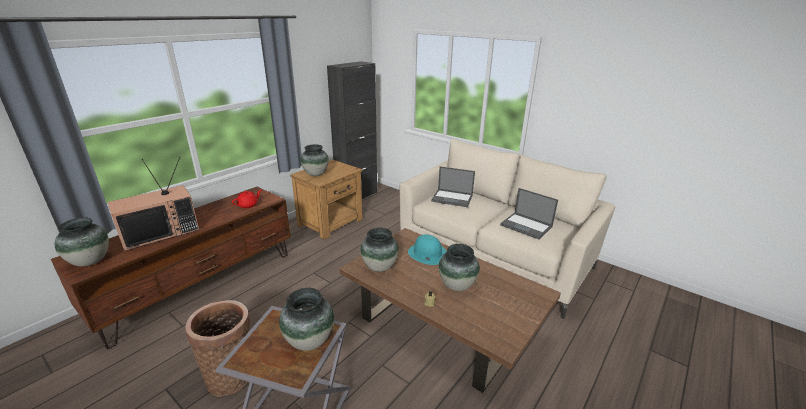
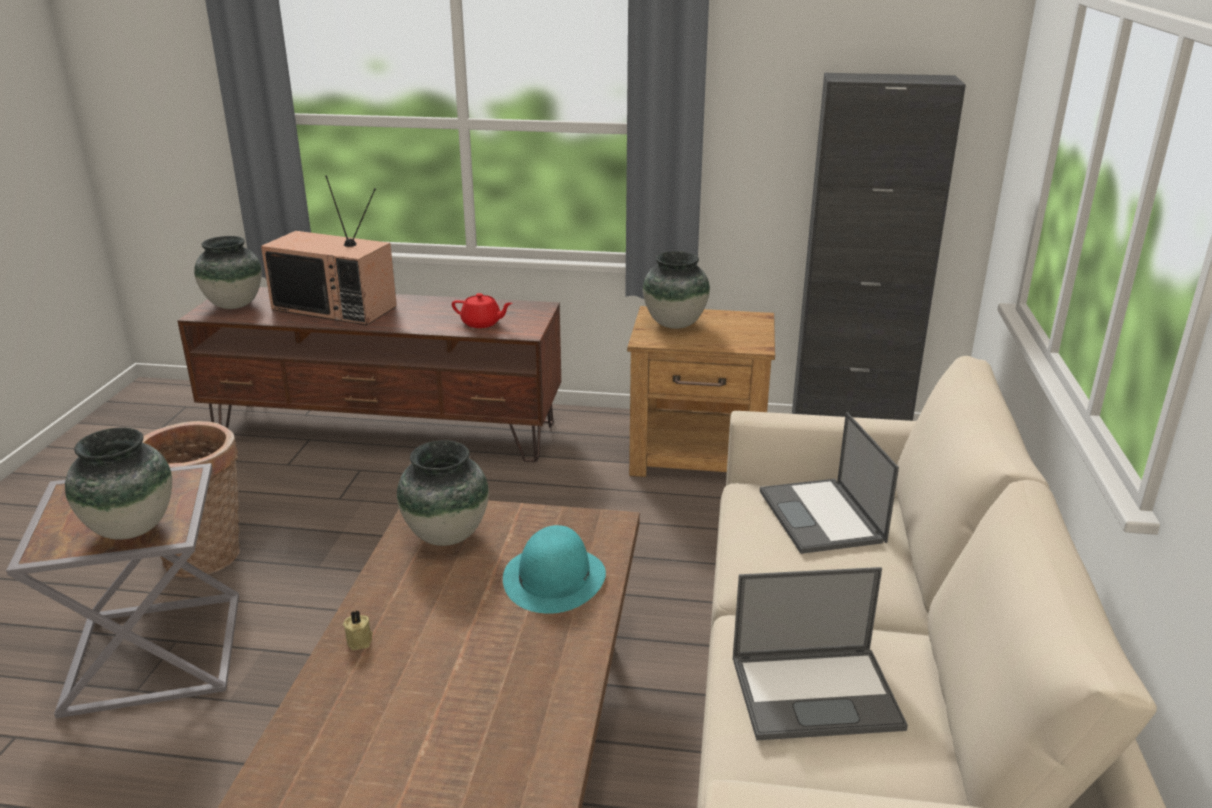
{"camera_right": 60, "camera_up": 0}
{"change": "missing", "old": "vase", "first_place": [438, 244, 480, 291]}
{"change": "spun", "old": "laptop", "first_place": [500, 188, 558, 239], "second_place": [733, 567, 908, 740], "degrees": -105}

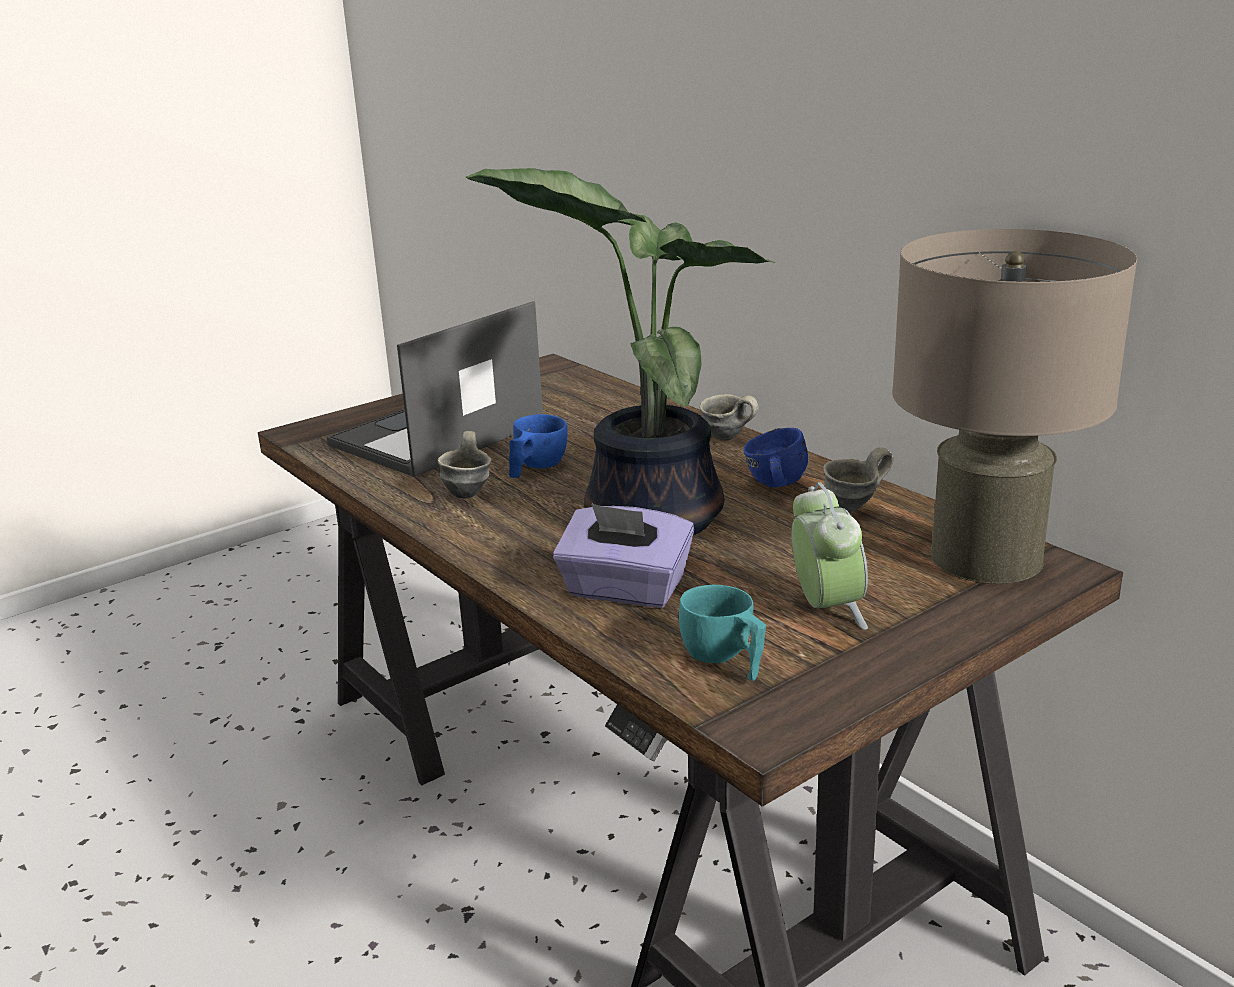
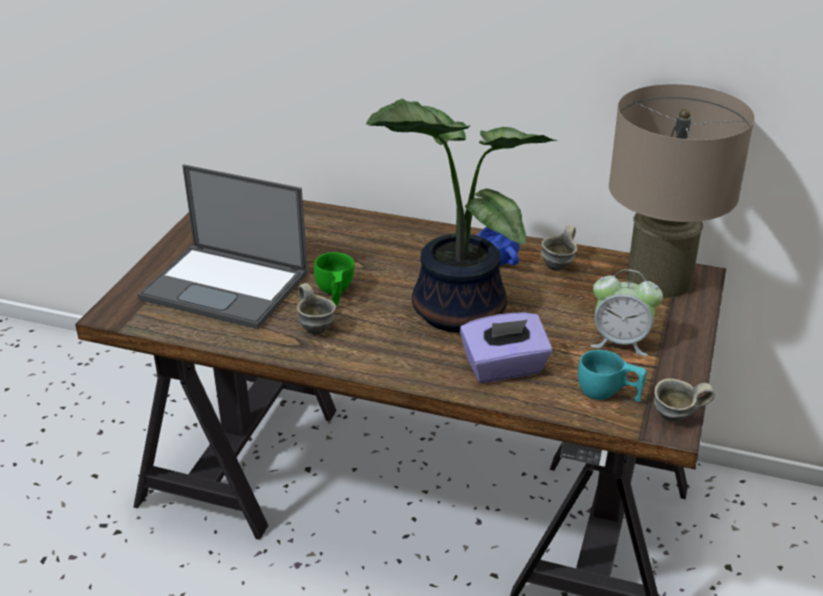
{"camera_right": -35, "camera_up": 10}
{"change": "relocated", "old": "mug (grey)", "first_place": [699, 394, 759, 440], "second_place": [654, 379, 715, 422]}
{"change": "colour", "old": "cup (blue)", "new": "cup (green)", "first_place": [509, 414, 568, 478], "second_place": [314, 252, 354, 306]}
{"change": "spun", "old": "laptop", "first_place": [327, 301, 543, 477], "second_place": [138, 164, 308, 329], "degrees": -75}
{"change": "spun", "old": "alarm clock", "first_place": [791, 482, 868, 630], "second_place": [591, 269, 663, 356], "degrees": 150}

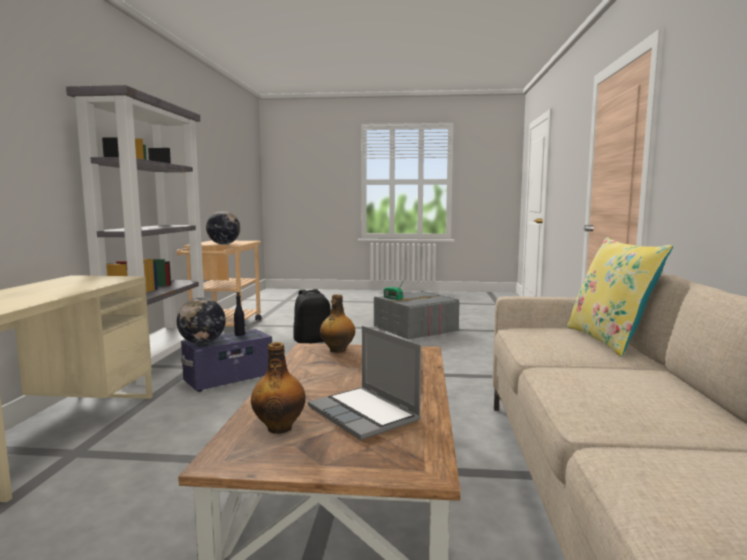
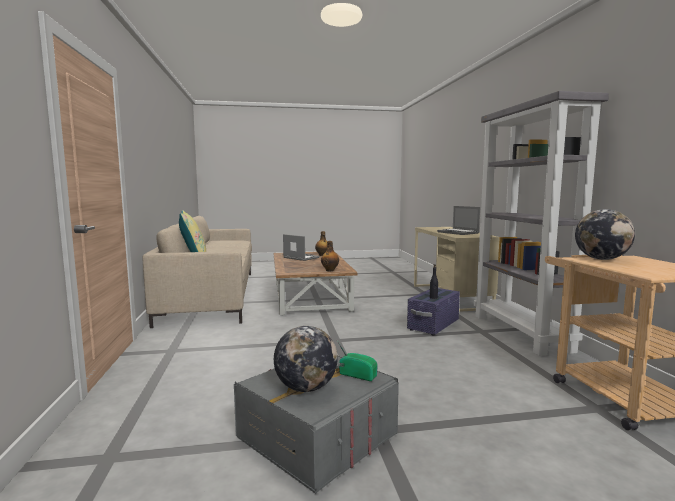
{"camera_right": 165, "camera_up": 0}
{"change": "missing", "old": "backpack (black)", "first_place": [293, 289, 331, 343]}
{"change": "appeared", "new": "laptop", "second_place": [437, 206, 480, 235]}
{"change": "relocated", "old": "globe", "first_place": [177, 297, 226, 344], "second_place": [274, 326, 338, 392]}

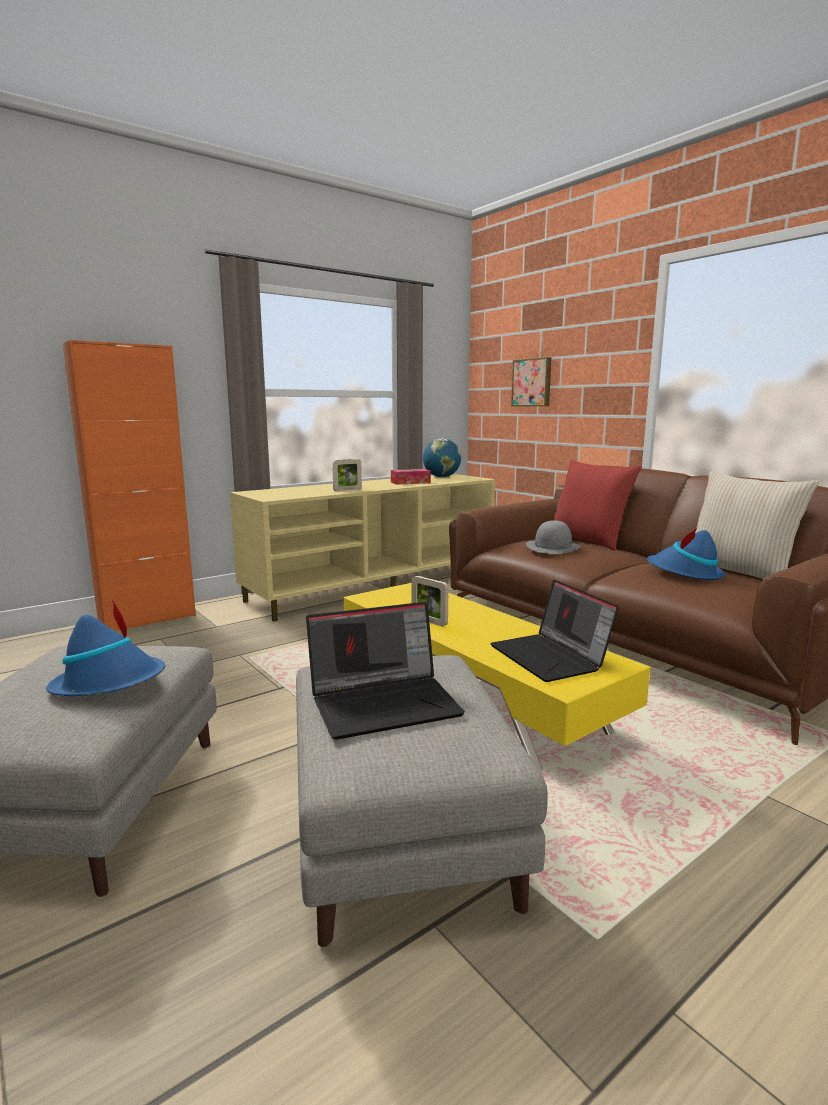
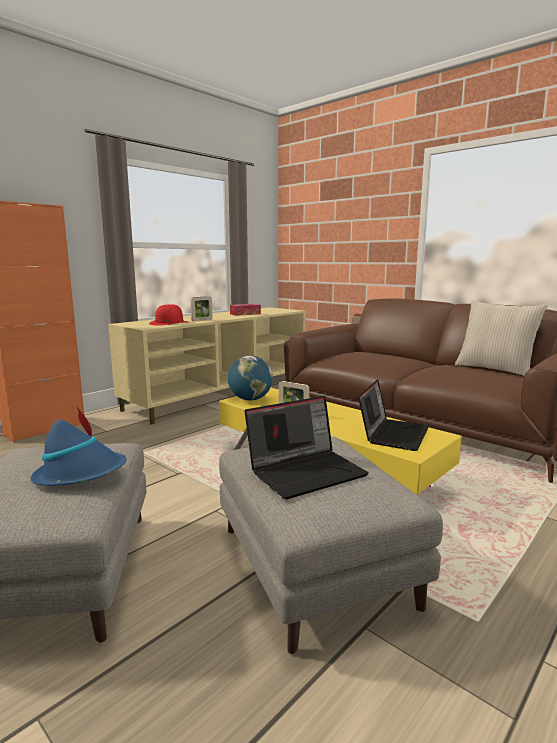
{"camera_right": -10, "camera_up": 0}
{"change": "missing", "old": "picture", "first_place": [511, 357, 552, 406]}
{"change": "missing", "old": "hat (grey)", "first_place": [526, 520, 581, 554]}
{"change": "missing", "old": "pillow (red)", "first_place": [554, 460, 642, 551]}
{"change": "missing", "old": "hat (blue)", "first_place": [647, 527, 725, 580]}
{"change": "appeared", "new": "hat (red)", "second_place": [149, 304, 188, 326]}
{"change": "relocated", "old": "globe", "first_place": [423, 438, 461, 477], "second_place": [228, 356, 273, 401]}
{"change": "spun", "old": "laptop", "first_place": [490, 580, 619, 682], "second_place": [358, 379, 429, 451], "degrees": -120}

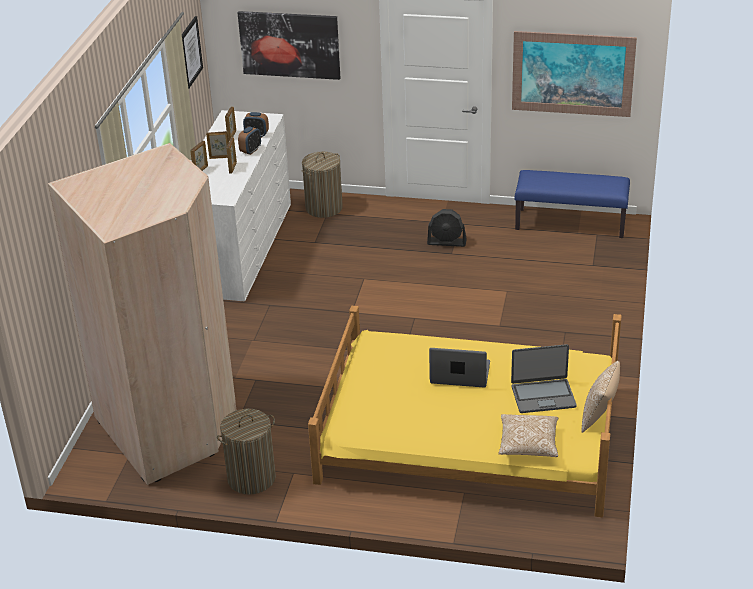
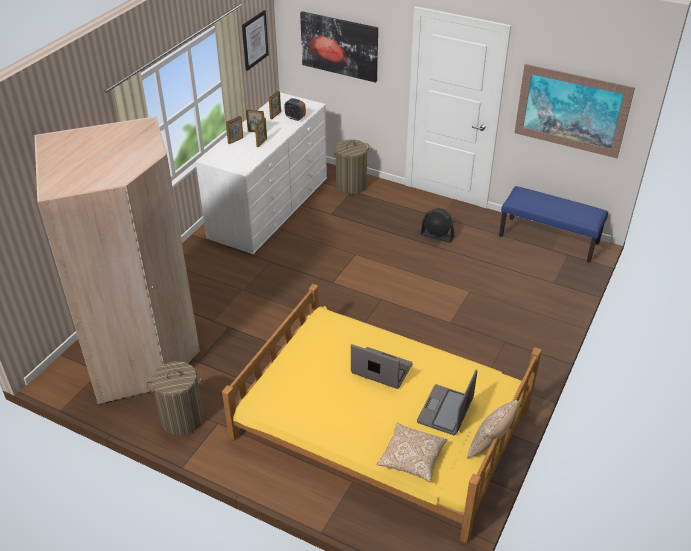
{"camera_right": 15, "camera_up": 5}
{"change": "missing", "old": "alarm clock", "first_place": [238, 127, 261, 155]}
{"change": "spun", "old": "laptop", "first_place": [511, 344, 577, 413], "second_place": [417, 369, 477, 435], "degrees": 105}

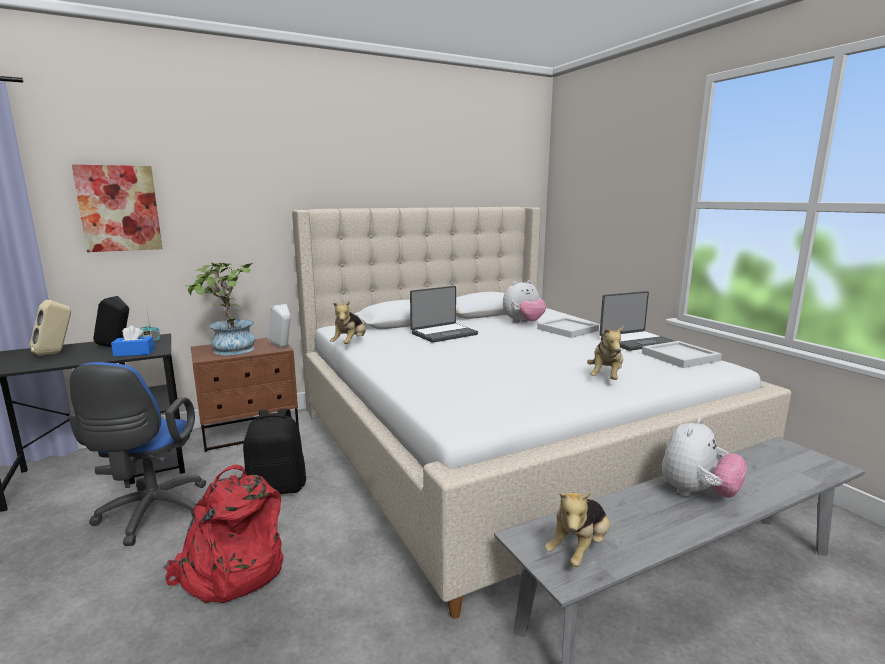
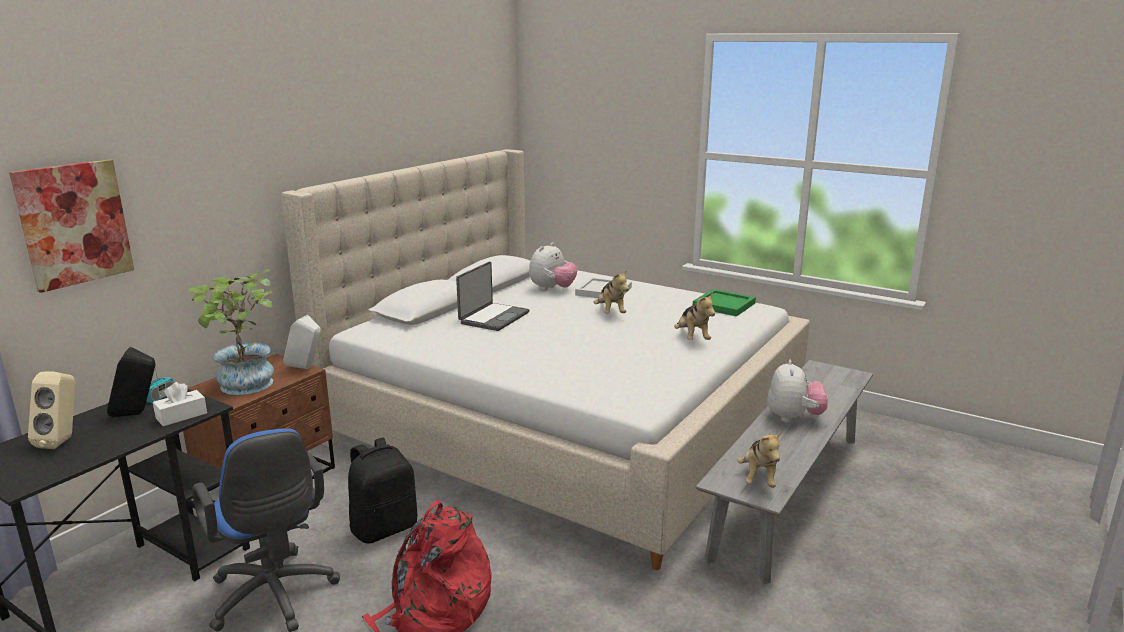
{"camera_right": -30, "camera_up": 5}
{"change": "missing", "old": "laptop", "first_place": [599, 291, 674, 351]}
{"change": "relocated", "old": "plush toy", "first_place": [330, 300, 366, 344], "second_place": [594, 269, 629, 313]}
{"change": "colour", "old": "tissue box (blue)", "new": "tissue box (white)", "first_place": [111, 326, 155, 357], "second_place": [153, 382, 207, 426]}
{"change": "colour", "old": "tray (white)", "new": "tray (green)", "first_place": [642, 341, 722, 368], "second_place": [693, 289, 756, 316]}

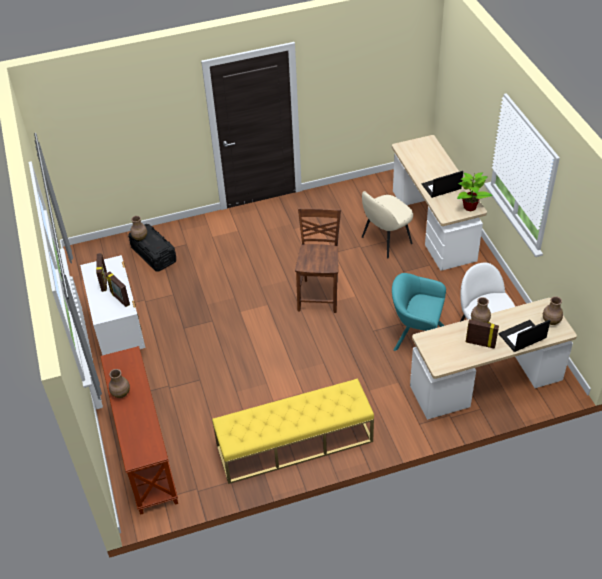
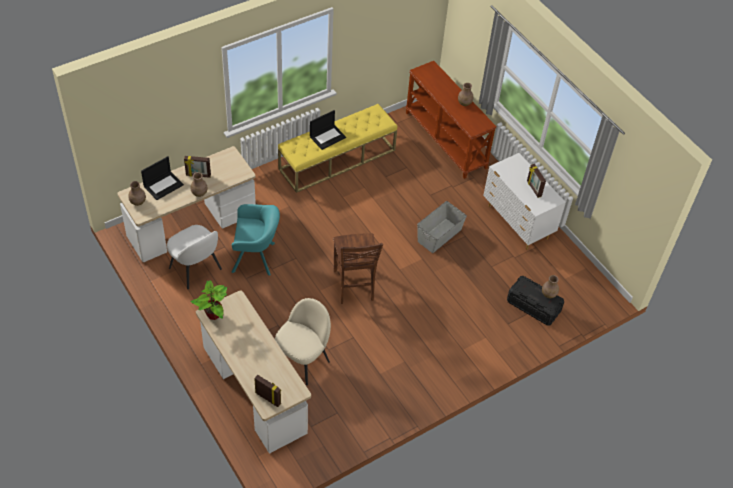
{"camera_right": 160, "camera_up": 5}
{"change": "appeared", "new": "storage box (grey)", "second_place": [417, 201, 467, 253]}
{"change": "relocated", "old": "picture frame", "first_place": [106, 271, 130, 307], "second_place": [254, 375, 281, 407]}
{"change": "relocated", "old": "laptop", "first_place": [422, 171, 463, 198], "second_place": [310, 110, 346, 150]}

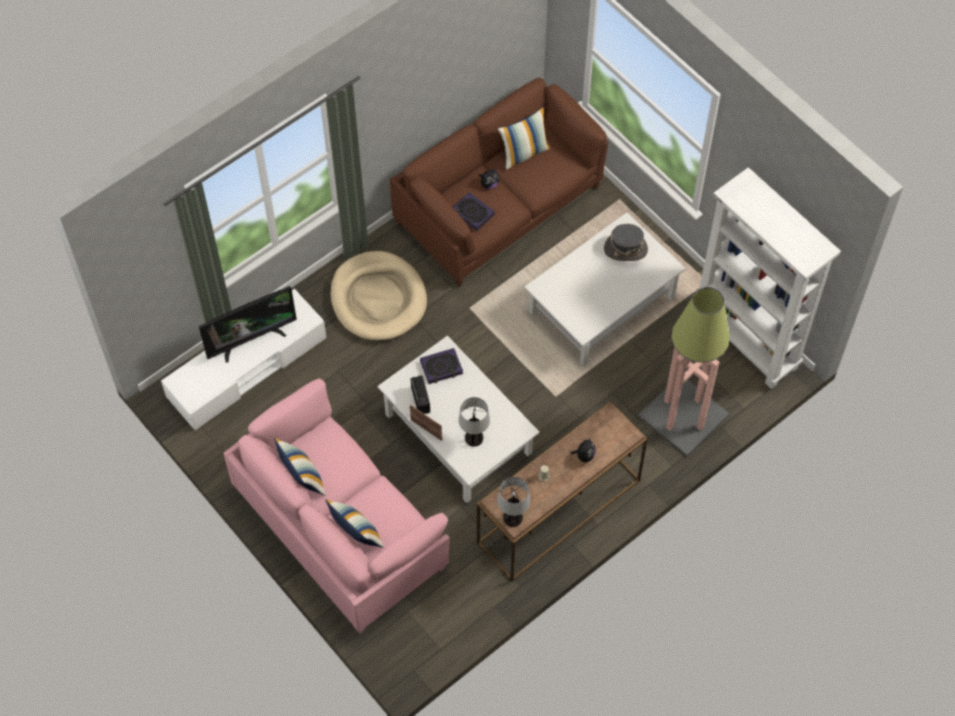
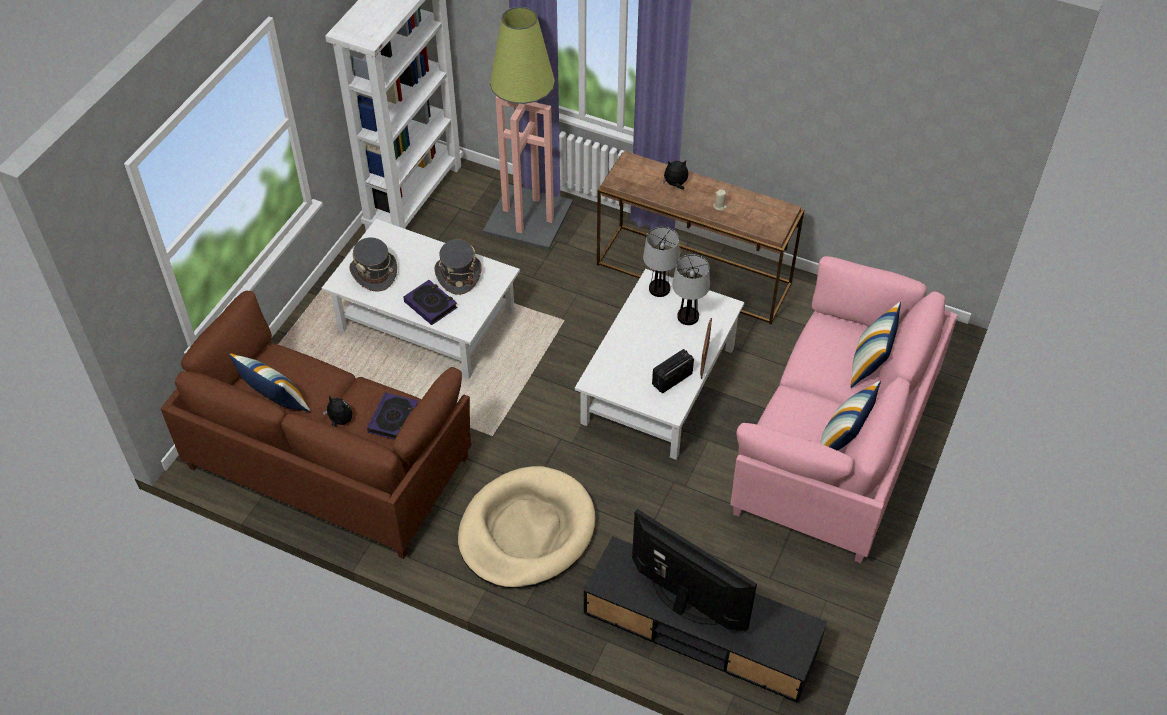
{"camera_right": -115, "camera_up": -10}
{"change": "appeared", "new": "hat (grey)", "second_place": [434, 239, 482, 295]}
{"change": "relocated", "old": "book", "first_place": [420, 348, 463, 384], "second_place": [403, 280, 457, 325]}
{"change": "relocated", "old": "table lamp", "first_place": [497, 477, 530, 527], "second_place": [643, 227, 680, 297]}
{"change": "colour", "old": "tv stand (white)", "new": "tv stand (black)", "first_place": [161, 289, 327, 430], "second_place": [584, 536, 827, 703]}

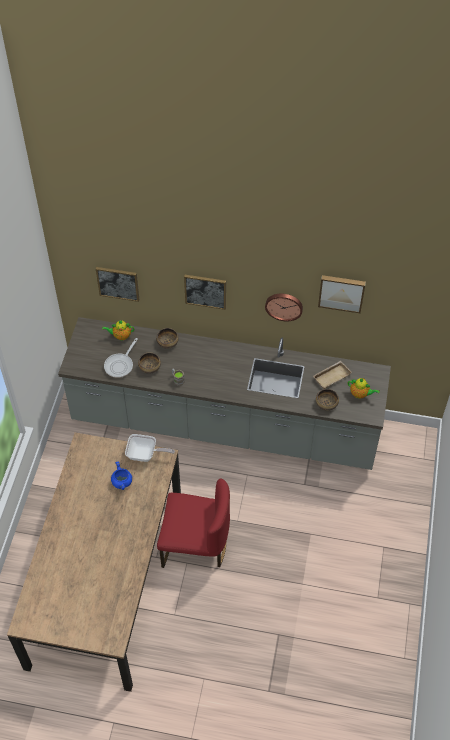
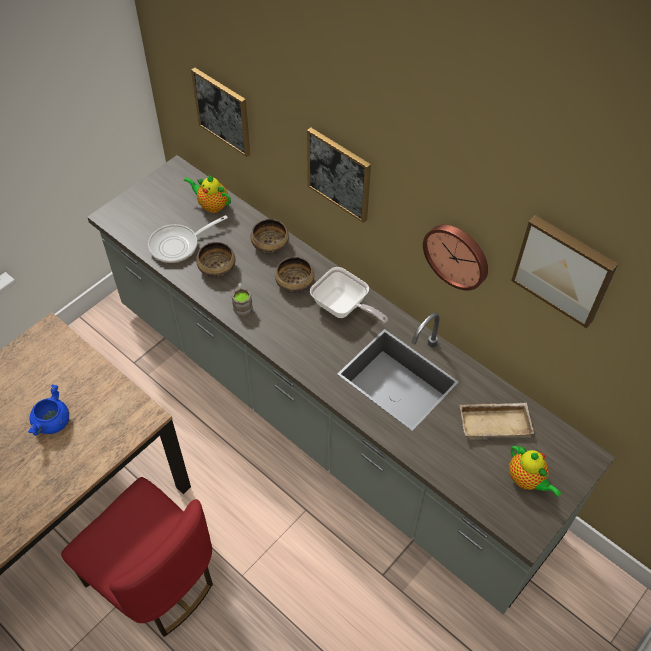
{"camera_right": 30, "camera_up": 0}
{"change": "relocated", "old": "frying pan", "first_place": [125, 434, 175, 462], "second_place": [310, 267, 388, 324]}
{"change": "relocated", "old": "bowl", "first_place": [316, 389, 339, 411], "second_place": [275, 257, 314, 293]}

